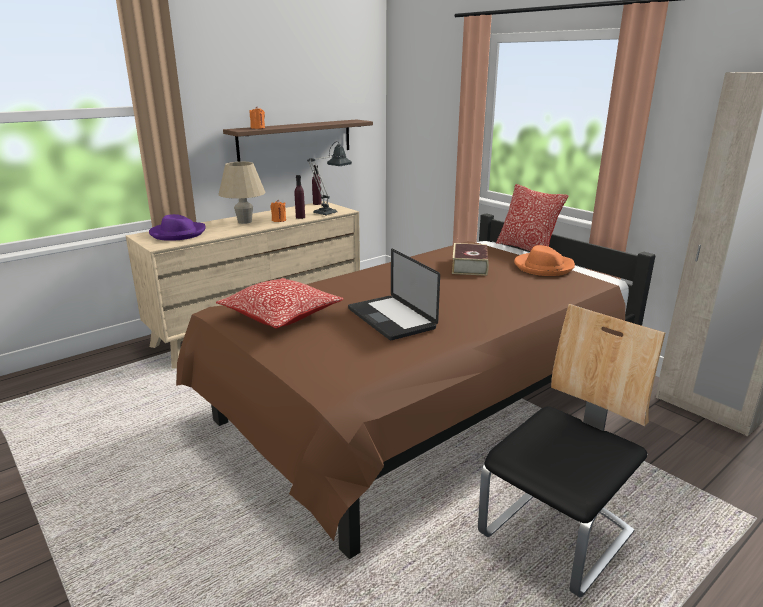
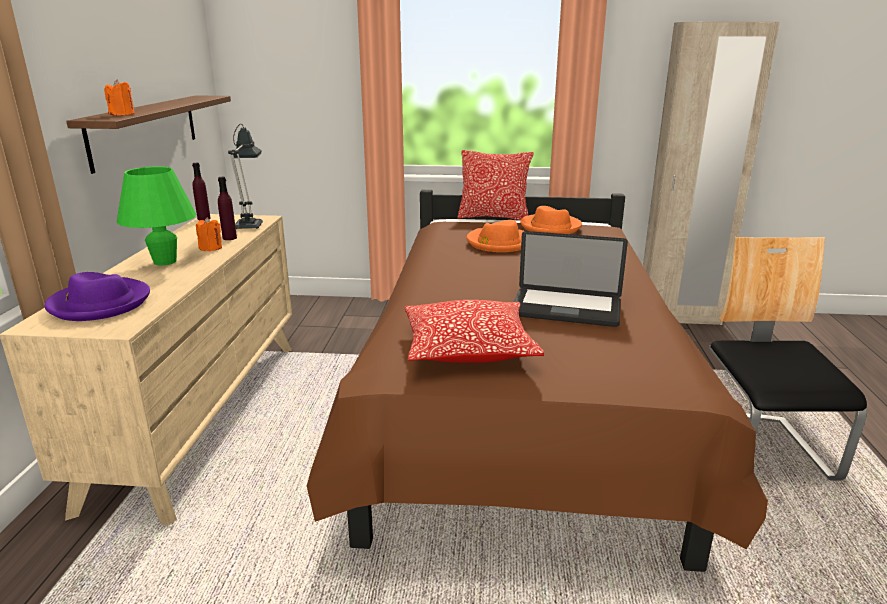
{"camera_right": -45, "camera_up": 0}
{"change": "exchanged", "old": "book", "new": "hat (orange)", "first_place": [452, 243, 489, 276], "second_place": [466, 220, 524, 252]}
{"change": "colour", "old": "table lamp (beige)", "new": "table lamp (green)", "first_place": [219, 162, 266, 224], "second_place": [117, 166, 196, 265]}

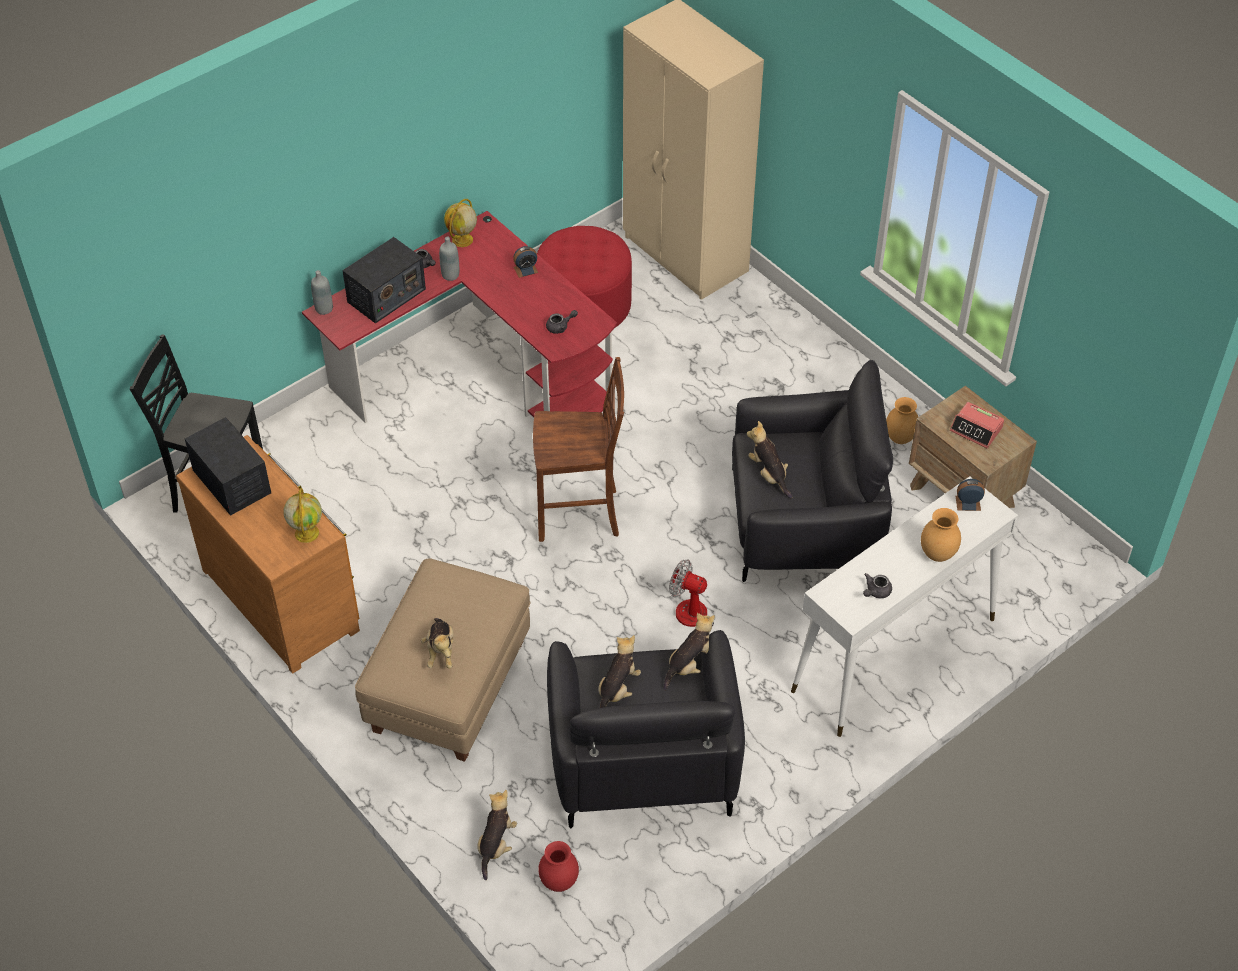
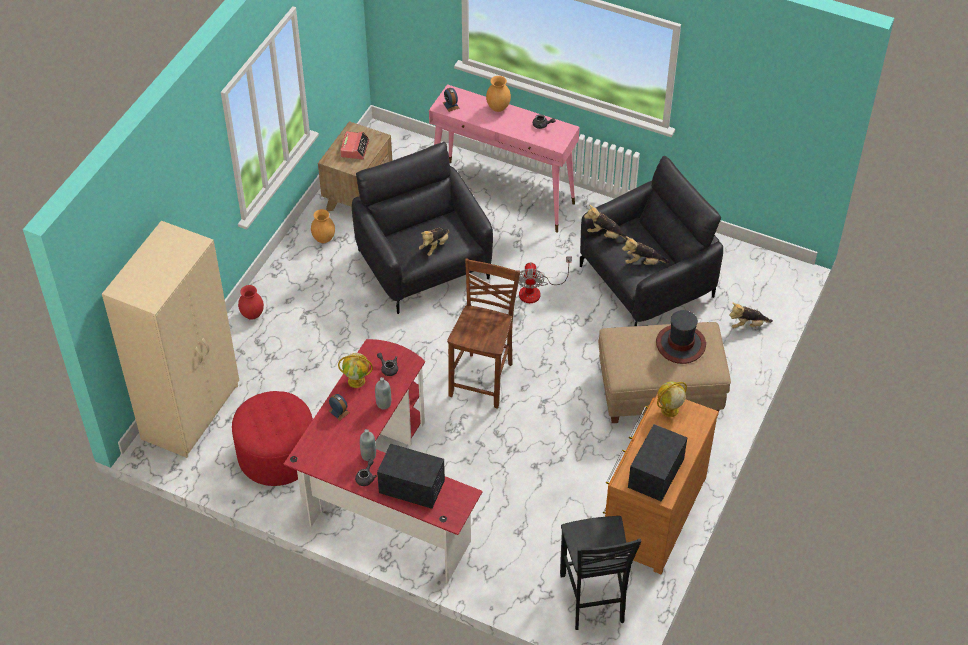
{"camera_right": -115, "camera_up": 0}
{"change": "relocated", "old": "bottle (grey)", "first_place": [311, 270, 333, 315], "second_place": [375, 377, 391, 410]}
{"change": "relocated", "old": "globe", "first_place": [444, 199, 477, 247], "second_place": [338, 353, 373, 388]}
{"change": "relocated", "old": "vase (red)", "first_place": [538, 841, 579, 892], "second_place": [238, 285, 264, 320]}
{"change": "exchanged", "old": "plush toy", "new": "hat", "first_place": [421, 618, 454, 669], "second_place": [656, 310, 706, 364]}
{"change": "colour", "old": "console table (white)", "new": "console table (pink)", "first_place": [791, 476, 1018, 737], "second_place": [429, 84, 580, 233]}
{"change": "spun", "old": "chair (brown)", "first_place": [533, 357, 624, 542], "second_place": [447, 259, 520, 409], "degrees": 45}

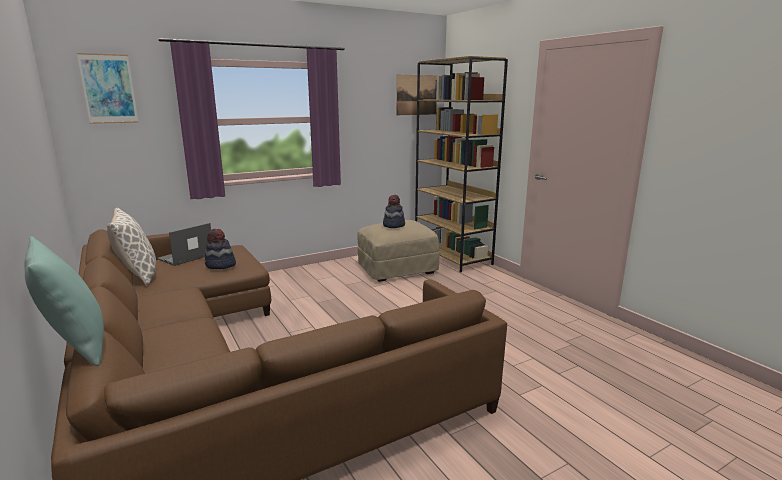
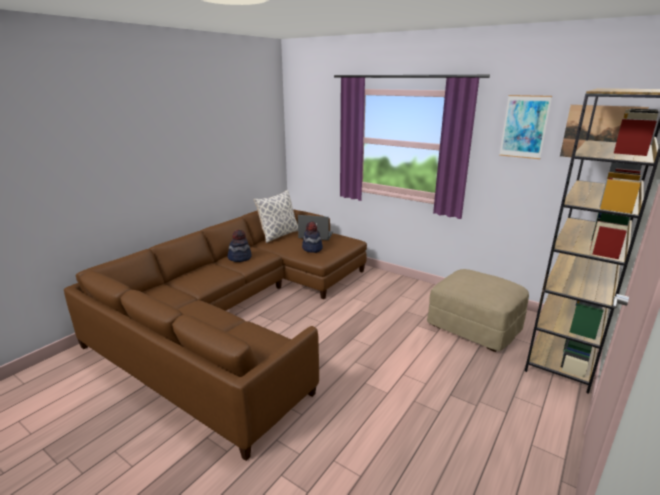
{"camera_right": 65, "camera_up": 5}
{"change": "missing", "old": "pillow (turquoise)", "first_place": [25, 236, 104, 366]}
{"change": "relocated", "old": "picture", "first_place": [77, 53, 138, 124], "second_place": [499, 95, 552, 159]}
{"change": "relocated", "old": "hat", "first_place": [383, 195, 405, 228], "second_place": [227, 230, 252, 262]}

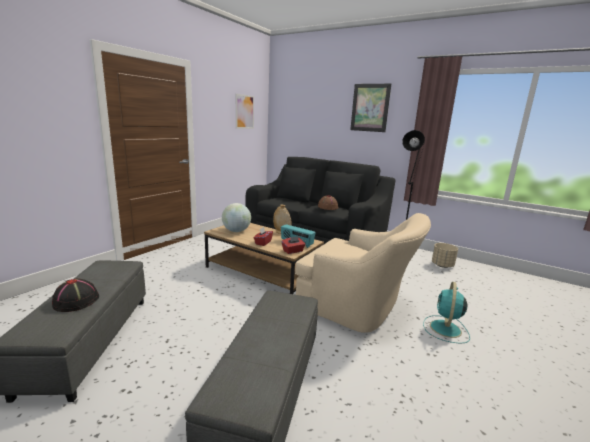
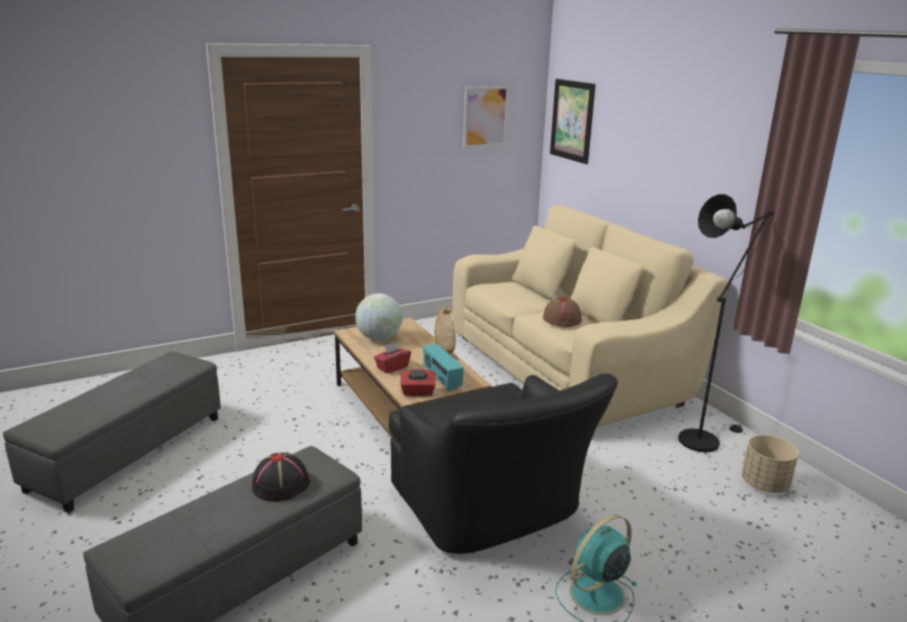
{"camera_right": 30, "camera_up": 5}
{"change": "relocated", "old": "hat (black)", "first_place": [52, 278, 99, 312], "second_place": [252, 452, 310, 502]}
{"change": "relocated", "old": "picture", "first_place": [350, 84, 391, 132], "second_place": [550, 79, 596, 164]}
{"change": "colour", "old": "sofa (black)", "new": "sofa (beige)", "first_place": [246, 157, 395, 245], "second_place": [452, 205, 727, 427]}
{"change": "colour", "old": "armchair (beige)", "new": "armchair (black)", "first_place": [295, 213, 431, 333], "second_place": [389, 373, 618, 554]}

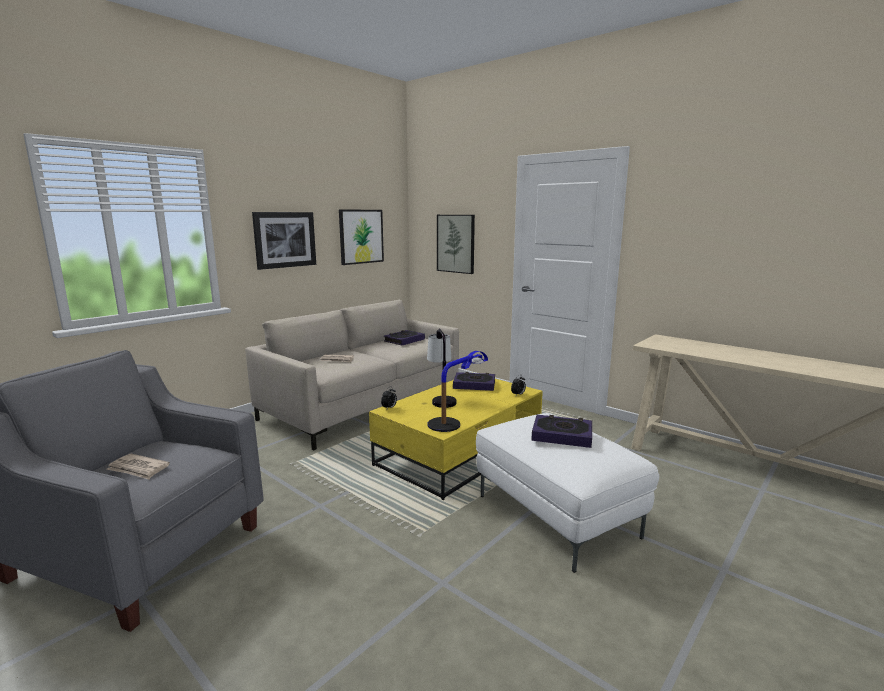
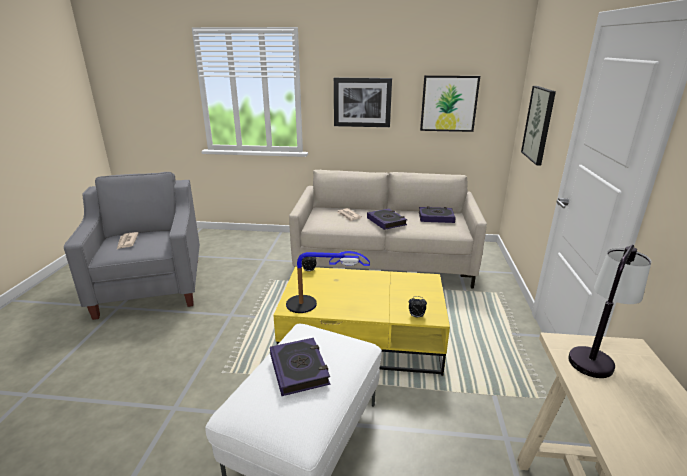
{"camera_right": 55, "camera_up": 10}
{"change": "relocated", "old": "table lamp", "first_place": [427, 328, 457, 408], "second_place": [568, 245, 651, 378]}
{"change": "relocated", "old": "book", "first_place": [453, 372, 495, 391], "second_place": [367, 208, 407, 230]}

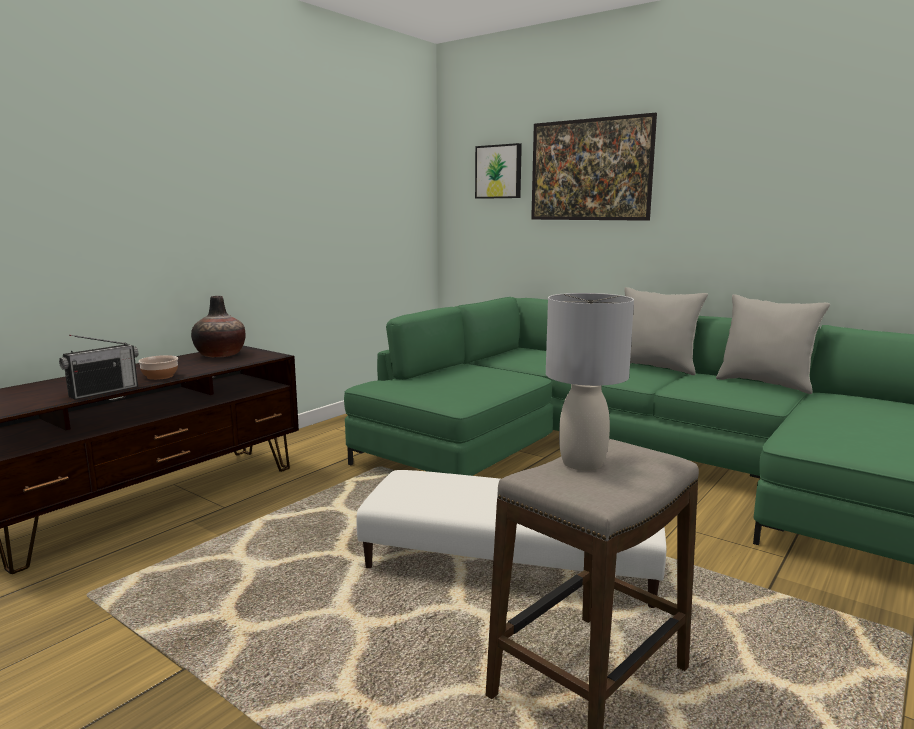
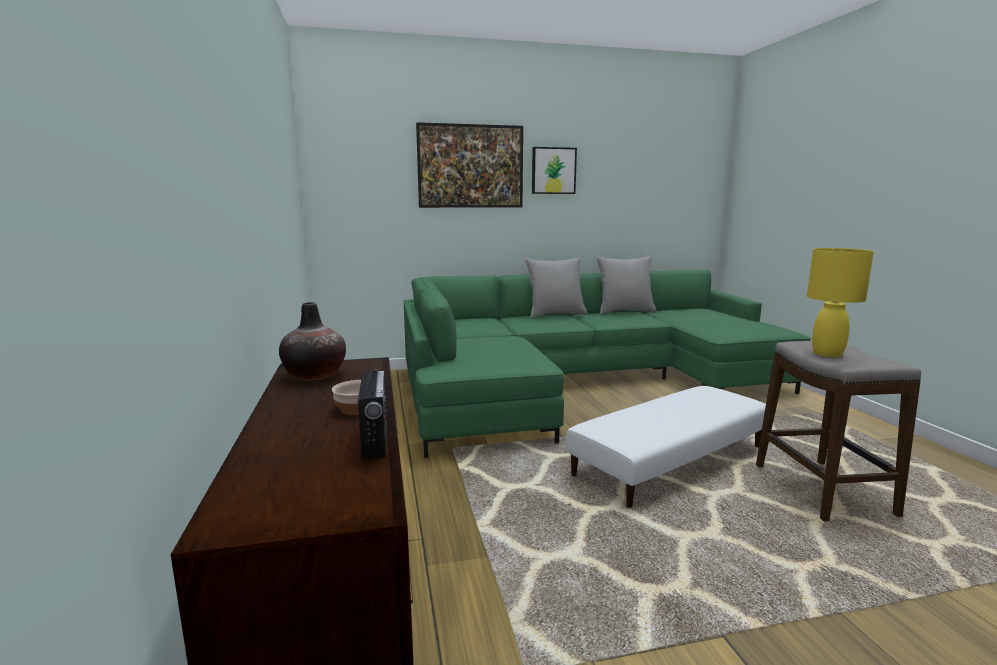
{"camera_right": -50, "camera_up": 0}
{"change": "relocated", "old": "picture", "first_place": [475, 143, 522, 199], "second_place": [532, 147, 577, 194]}
{"change": "colour", "old": "table lamp (grey)", "new": "table lamp (yellow)", "first_place": [546, 293, 634, 471], "second_place": [807, 248, 874, 357]}

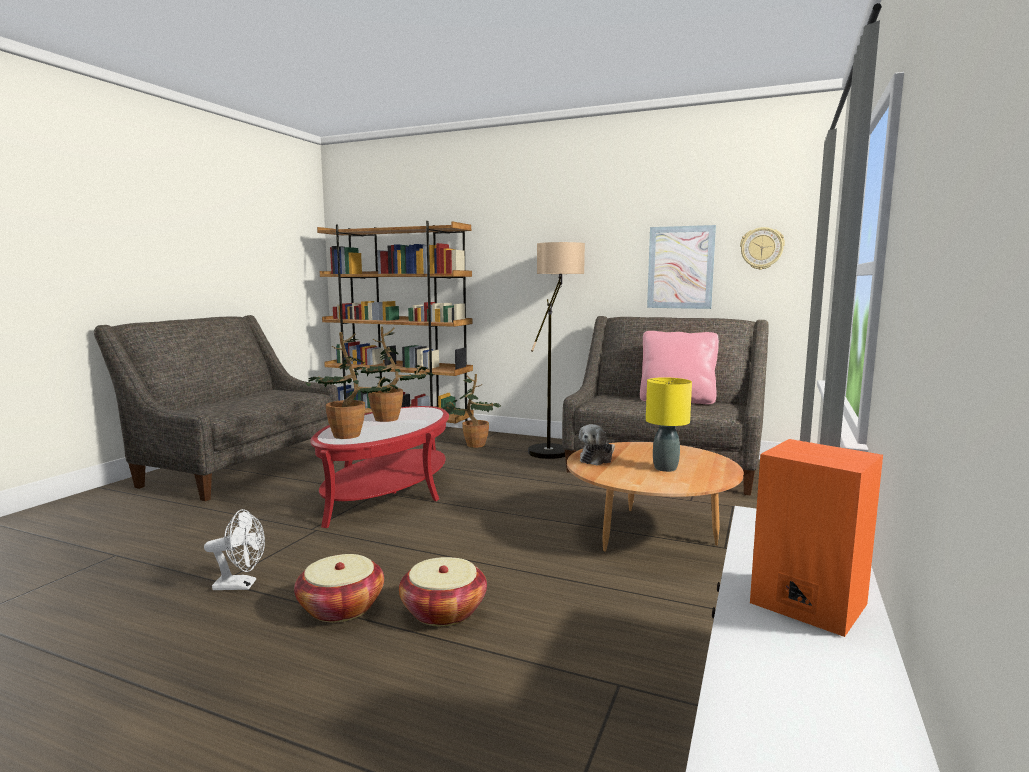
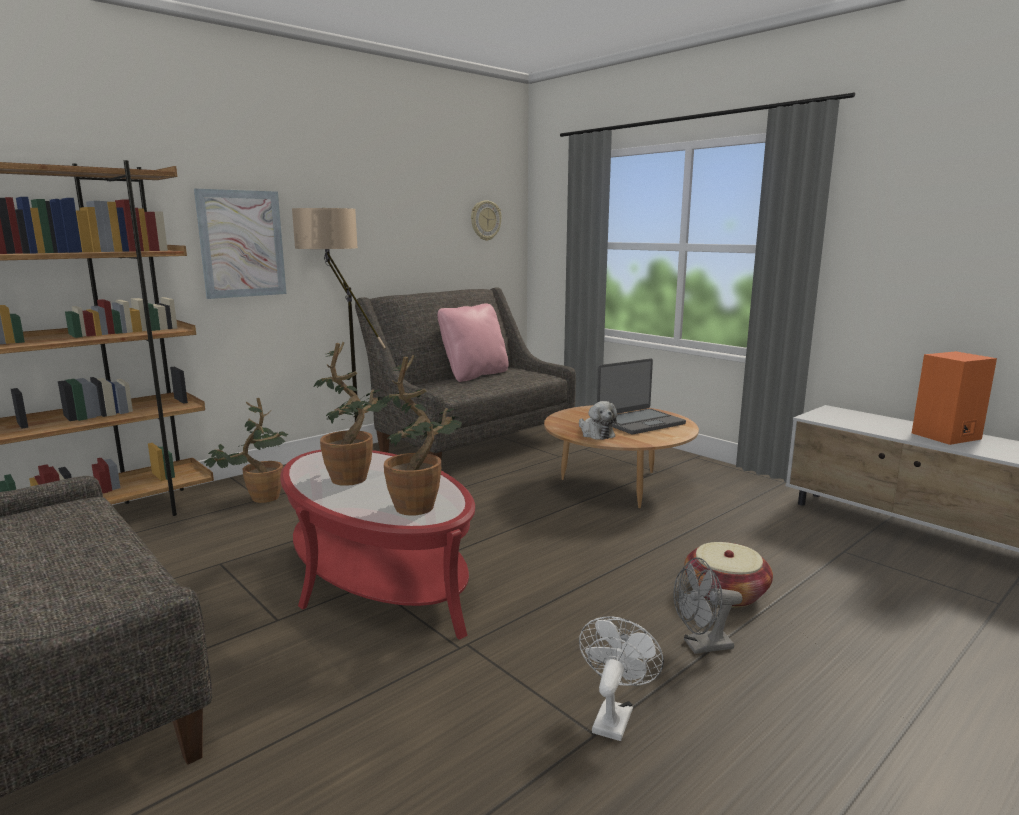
{"camera_right": -65, "camera_up": 5}
{"change": "relocated", "old": "picture", "first_place": [647, 225, 716, 309], "second_place": [194, 189, 286, 299]}
{"change": "exchanged", "old": "basket", "new": "fan (grey)", "first_place": [294, 554, 384, 622], "second_place": [674, 557, 742, 654]}
{"change": "exchanged", "old": "table lamp (yellow)", "new": "laptop", "first_place": [646, 377, 692, 472], "second_place": [597, 359, 686, 434]}

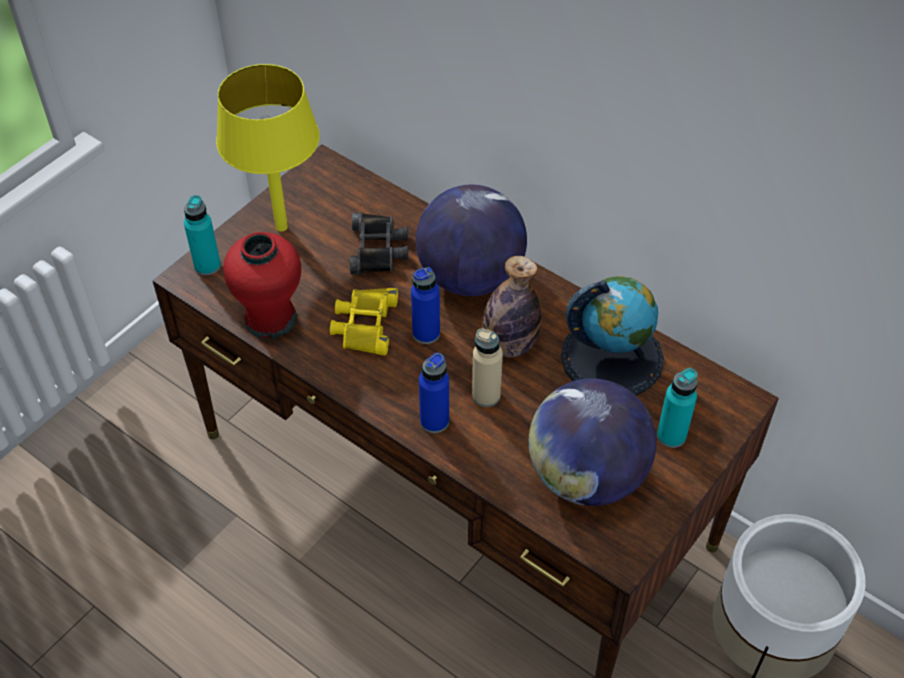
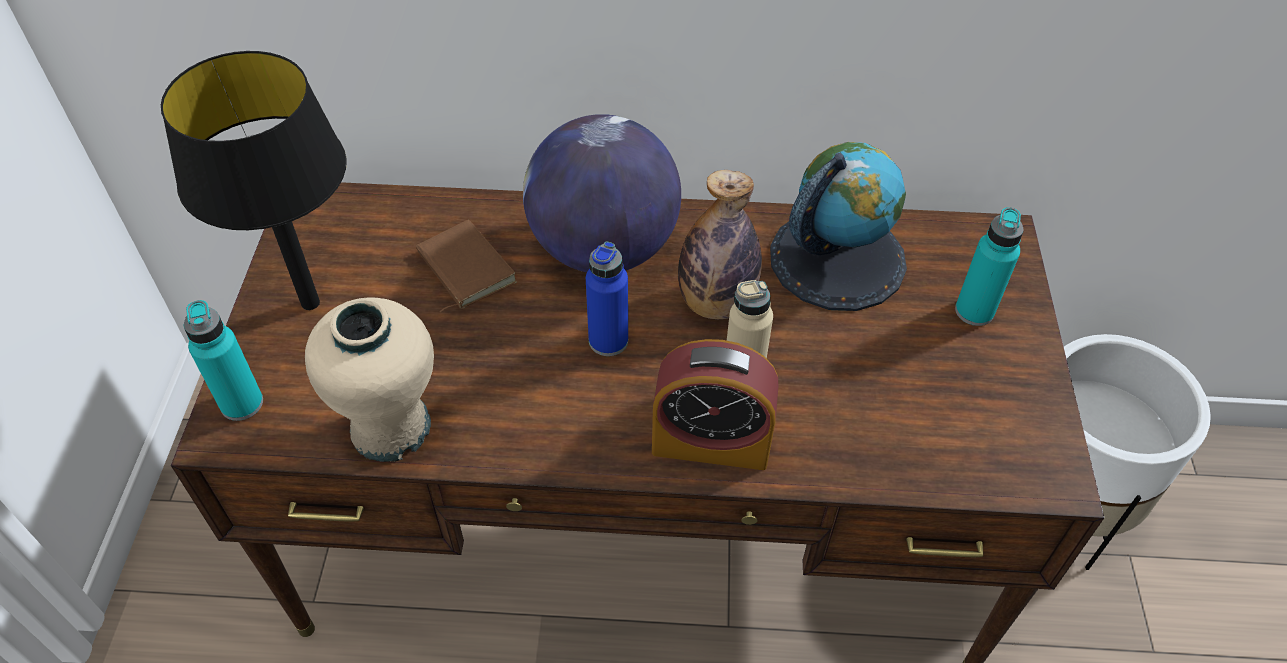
{"camera_right": -35, "camera_up": 0}
{"change": "missing", "old": "binoculars (yellow)", "first_place": [330, 288, 398, 355]}
{"change": "missing", "old": "globe", "first_place": [529, 378, 656, 506]}
{"change": "exchanged", "old": "binoculars (black)", "new": "book (brown)", "first_place": [350, 213, 408, 274], "second_place": [416, 220, 517, 313]}
{"change": "exchanged", "old": "bottle (blue)", "new": "alarm clock", "first_place": [419, 353, 449, 433], "second_place": [652, 339, 778, 470]}
{"change": "colour", "old": "table lamp (yellow)", "new": "table lamp (black)", "first_place": [216, 64, 320, 231], "second_place": [161, 51, 347, 310]}
{"change": "colour", "old": "vase (red)", "new": "vase (beige)", "first_place": [223, 232, 301, 339], "second_place": [305, 297, 434, 462]}

